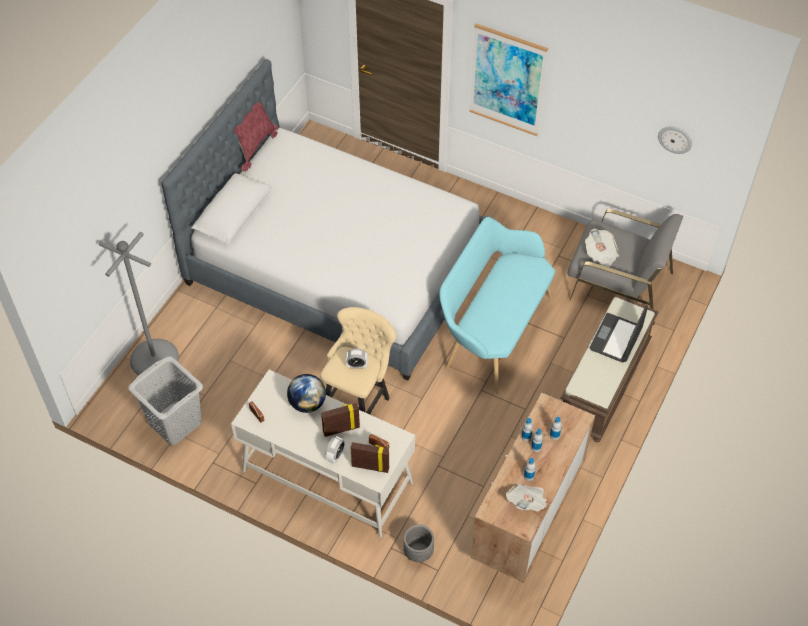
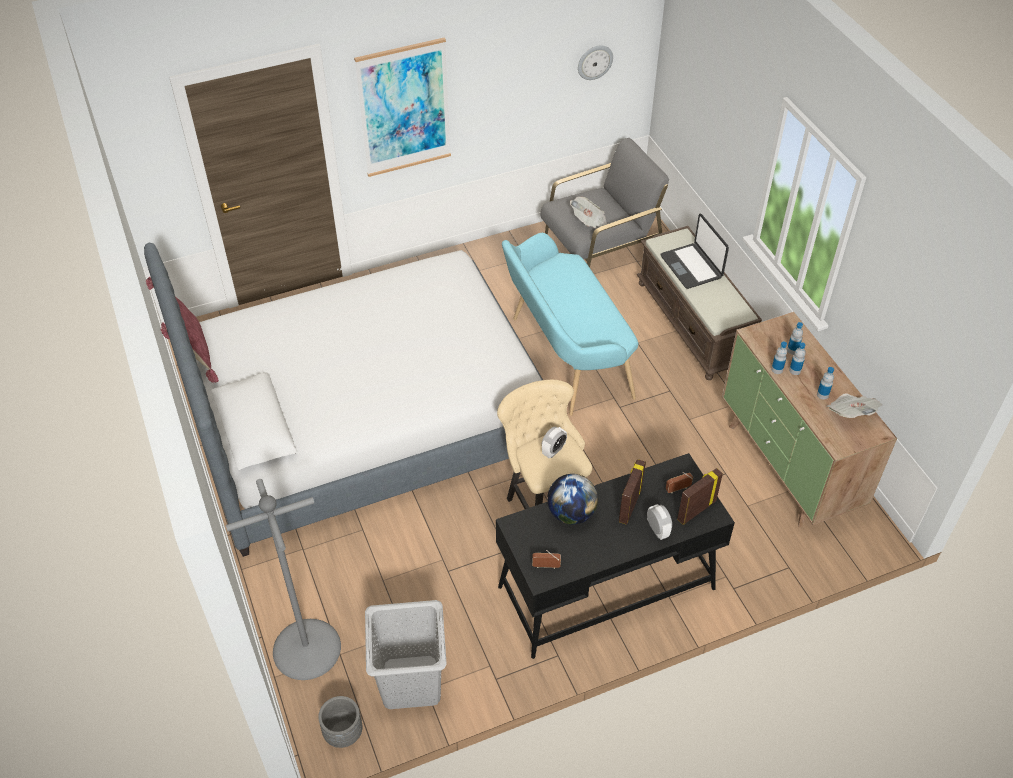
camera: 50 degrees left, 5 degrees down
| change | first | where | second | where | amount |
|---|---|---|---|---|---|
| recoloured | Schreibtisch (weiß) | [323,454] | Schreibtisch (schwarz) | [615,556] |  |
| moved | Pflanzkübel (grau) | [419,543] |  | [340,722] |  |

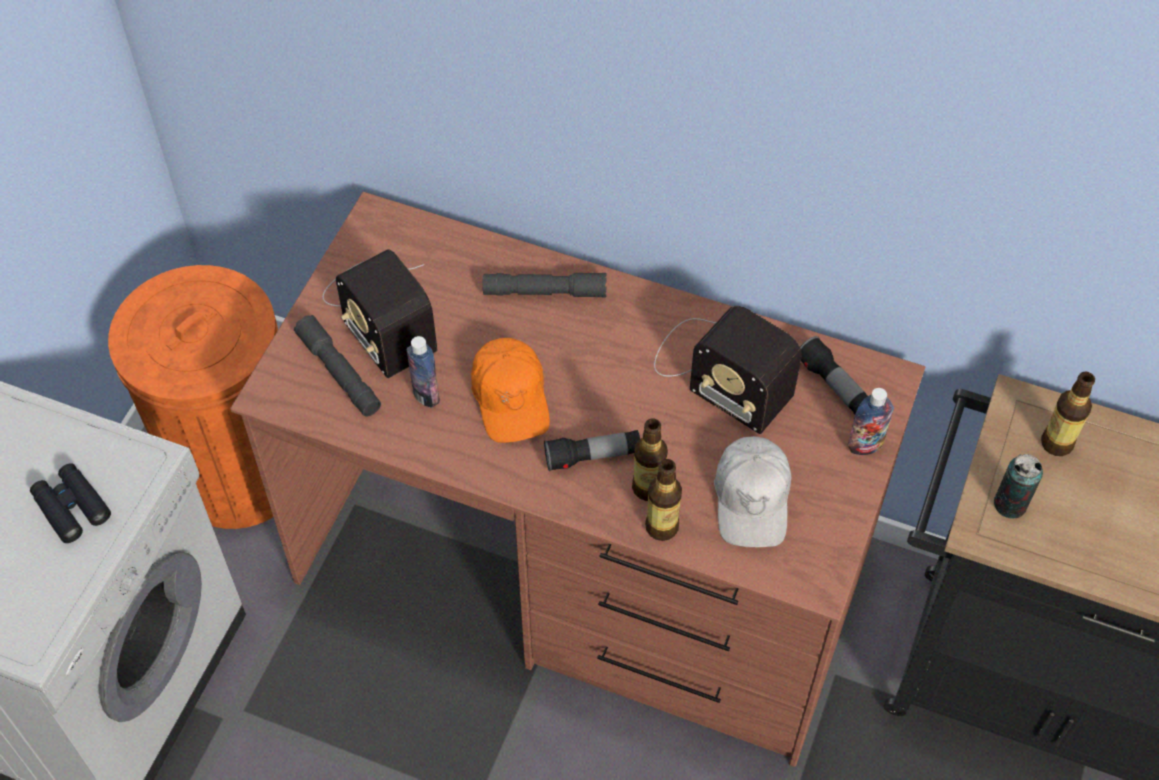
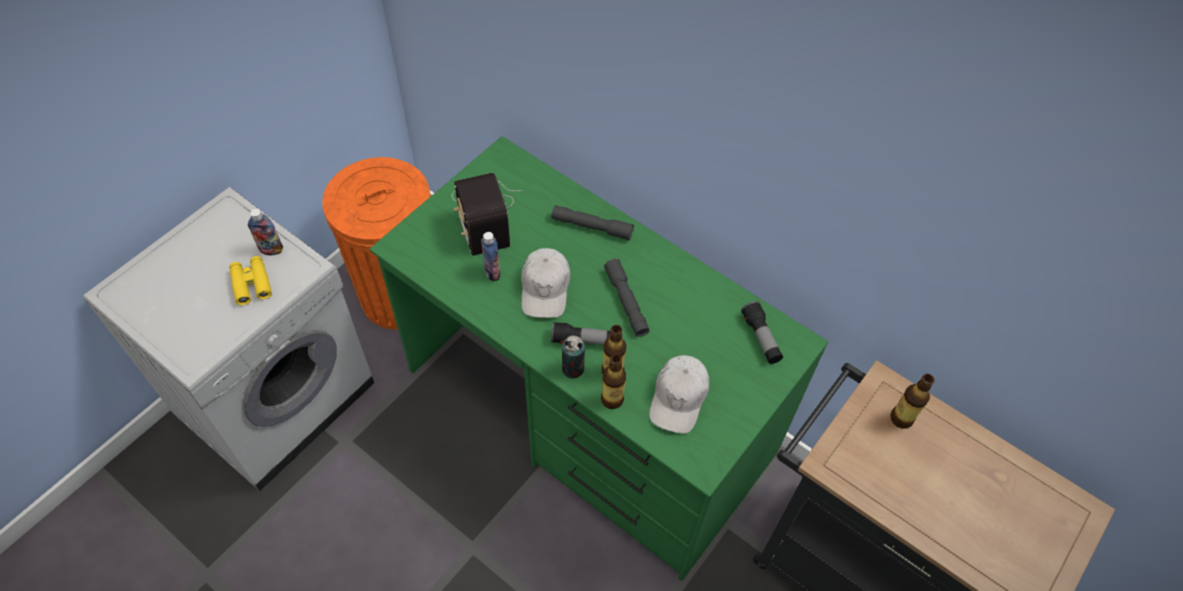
camera: 15 degrees right, 0 degrees up
| change | first | where | second | where | amount |
|---|---|---|---|---|---|
| recoloured | Schreibtisch (braun) | [577,479] | Schreibtisch (grün) | [599,358] |  |
| removed | Radio | [728,370] |  |  |  |
| moved | Taschenlampe (grau) | [337,365] |  | [626,297] |  |
| recoloured | Kappe (orange) | [510,390] | Kappe (weiß) | [545,283] |  |
| moved | Flasche | [871,421] |  | [265,232] |  |
| moved | Dose | [1018,486] |  | [573,356] |  |
| recoloured | Fernglas (schwarz) | [70,503] | Fernglas (gelb) | [250,280] |  |

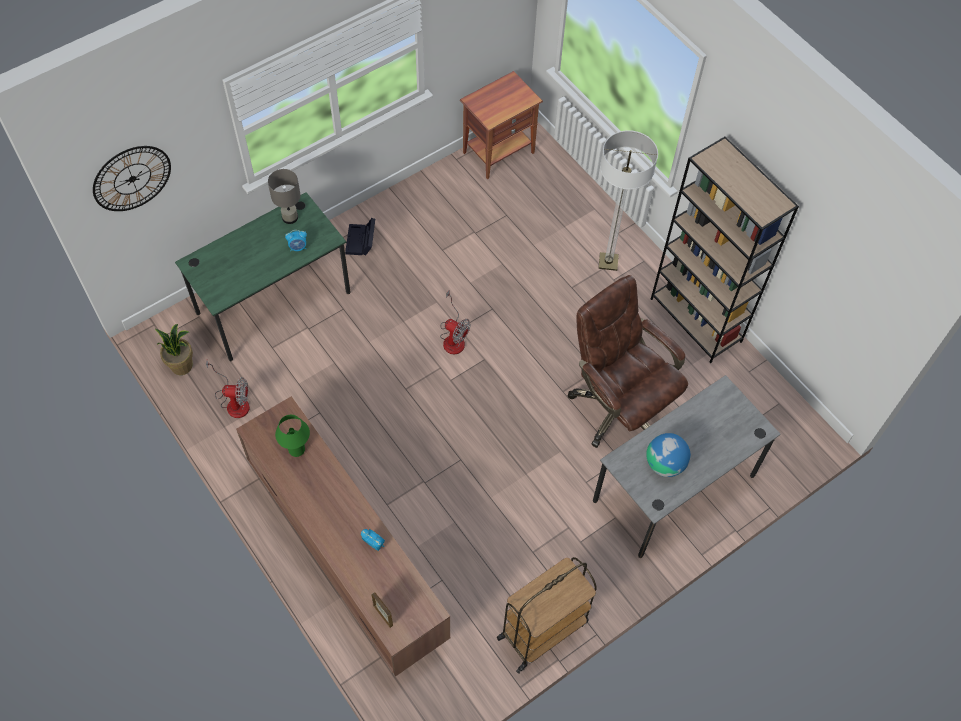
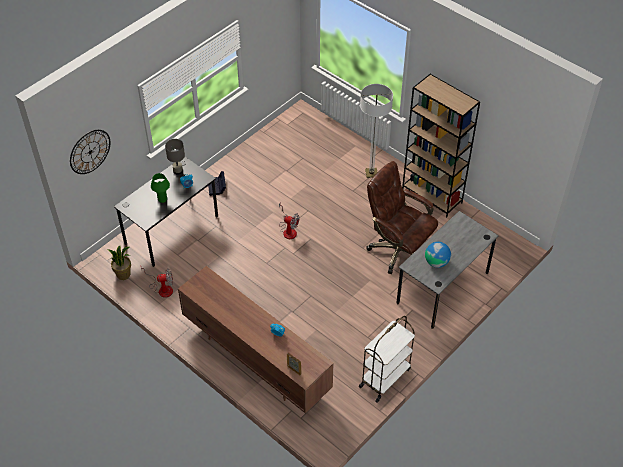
camera: 10 degrees left, 10 degrees down
| change | first | where | second | where | amount |
|---|---|---|---|---|---|
| removed | Nachttisch | [501,125] |  |  |  |
| recoloured | Schreibtisch (grün) | [263,276] | Schreibtisch (schwarz) | [166,212] |  |
| moved | Tischlampe (grün) | [292,436] |  | [160,188] |  |
| recoloured | Rollwagen (braun) | [547,615] | Rollwagen (weiß) | [387,359] |  |

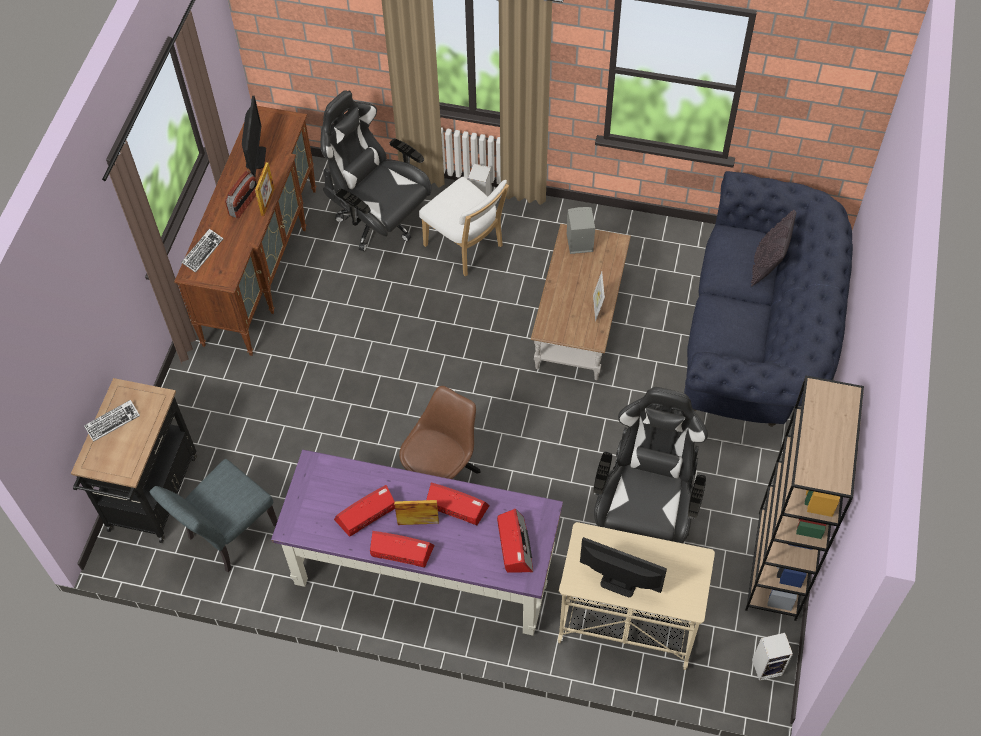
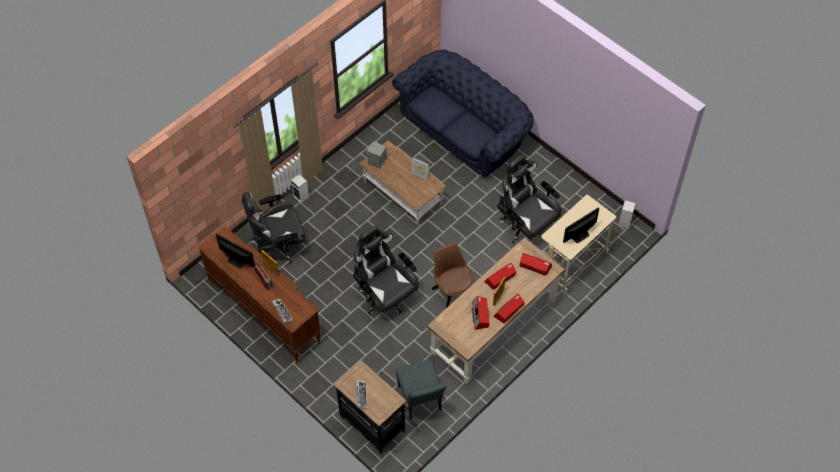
camera: 60 degrees left, 0 degrees up
| change | first | where | second | where | amount |
|---|---|---|---|---|---|
| removed | Stuhl (weiß) | [464,226] |  |  |  |
| removed | Kissen (schwarz) | [773,248] |  |  |  |
| removed | Bücherregal (beige) | [804,498] |  |  |  |
| recoloured | Schreibtisch (lila) | [417,542] | Schreibtisch (braun) | [496,310] |  |
| added |  |  | Bürostuhl (schwarz) | [386,270] |  |

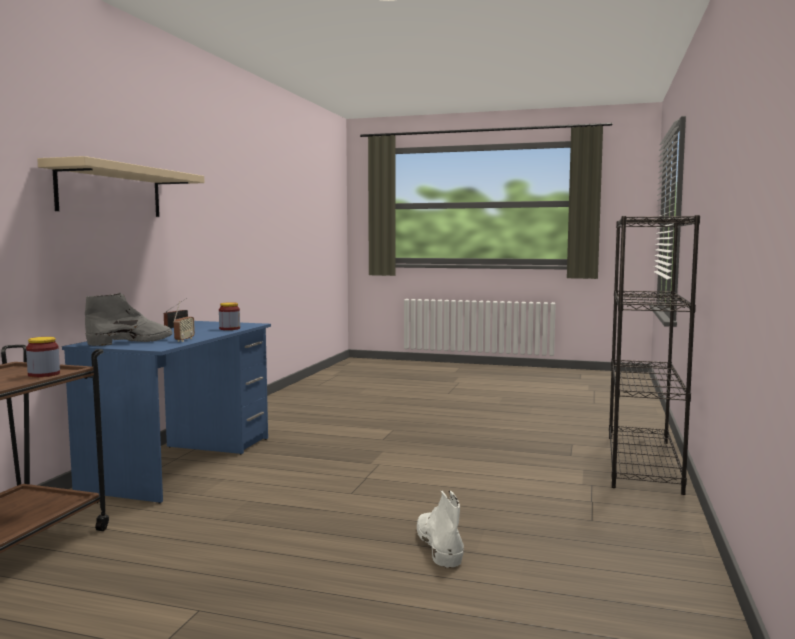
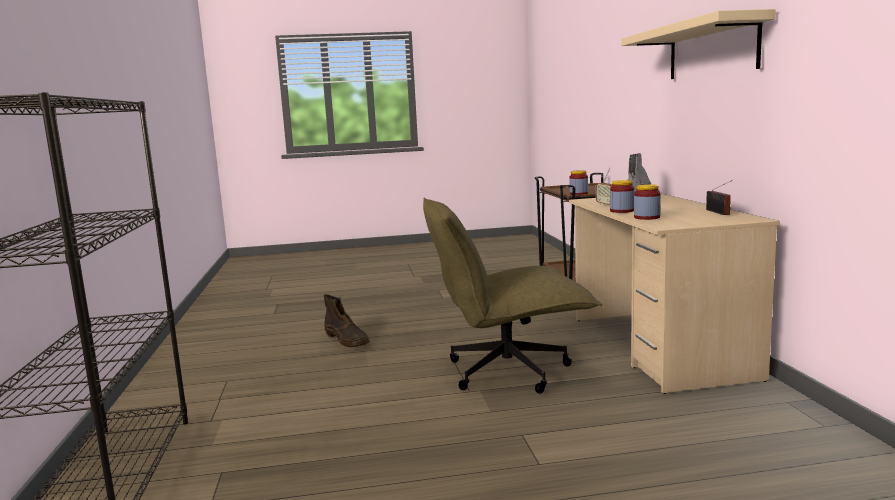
camera: 155 degrees right, 5 degrees up
| change | first | where | second | where | amount |
|---|---|---|---|---|---|
| recoloured | Schreibtisch (blau) | [166,412] | Schreibtisch (beige) | [674,294] |  |
| recoloured | Stiefel (weiß) | [440,529] | Stiefel (braun) | [347,320] |  |
| added |  |  | Vorratsglas | [622,196] |  |
| added |  |  | Bürostuhl (beige) | [512,296] |  |

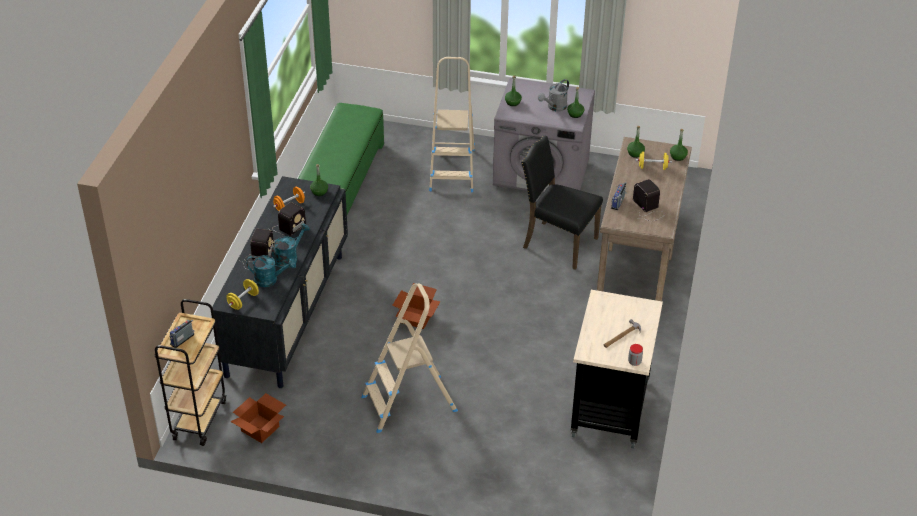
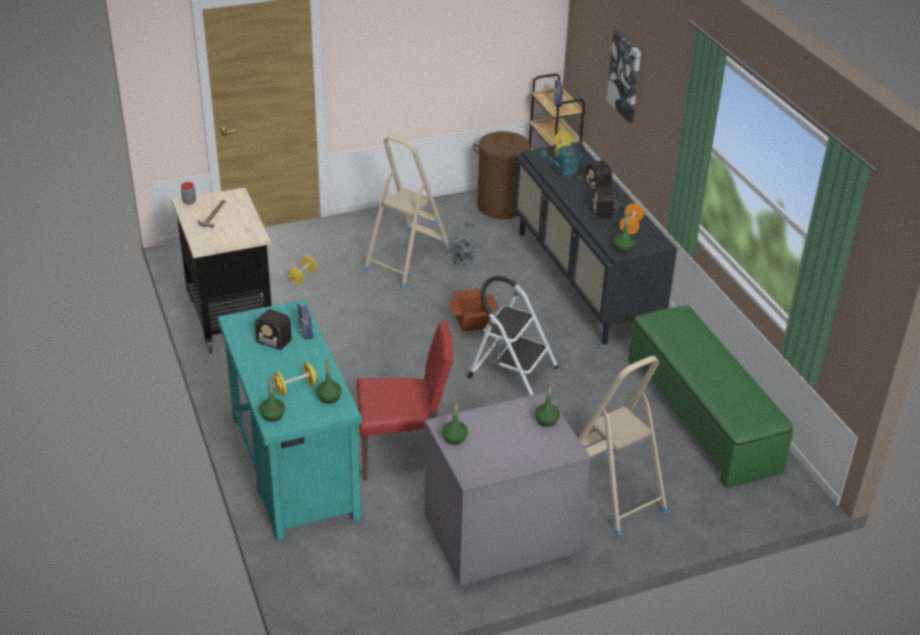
camera: 145 degrees right, 5 degrees down
| change | first | where | second | where | amount |
|---|---|---|---|---|---|
| moved | Gießkanne (grau) | [553,95] |  | [463,243] |  |
| recoloured | Stuhl (schwarz) | [562,203] | Stuhl (rot) | [405,400] |  |
| recoloured | Schreibtisch (braun) | [644,219] | Schreibtisch (türkis) | [290,420] |  |
| removed | Gießkanne (türkis) | [291,245] |  |  |  |
| replaced | Karton | [258,418] | Wäschekorb (braun) | [504,175] |  |
| added |  |  | Bild | [623,77] |  |
| added |  |  | Hantel (gelb) | [302,270] |  |
| added |  |  | Trittleiter | [513,336] |  |

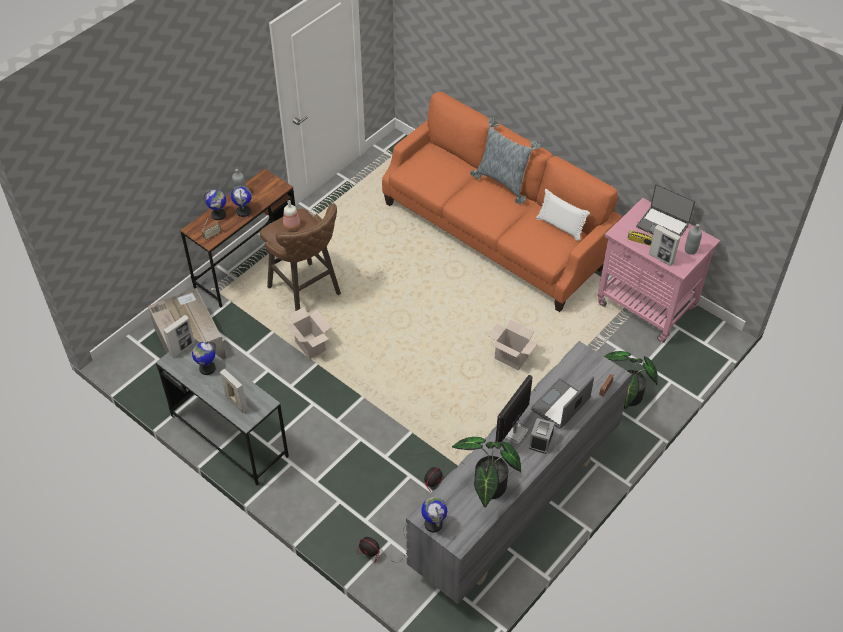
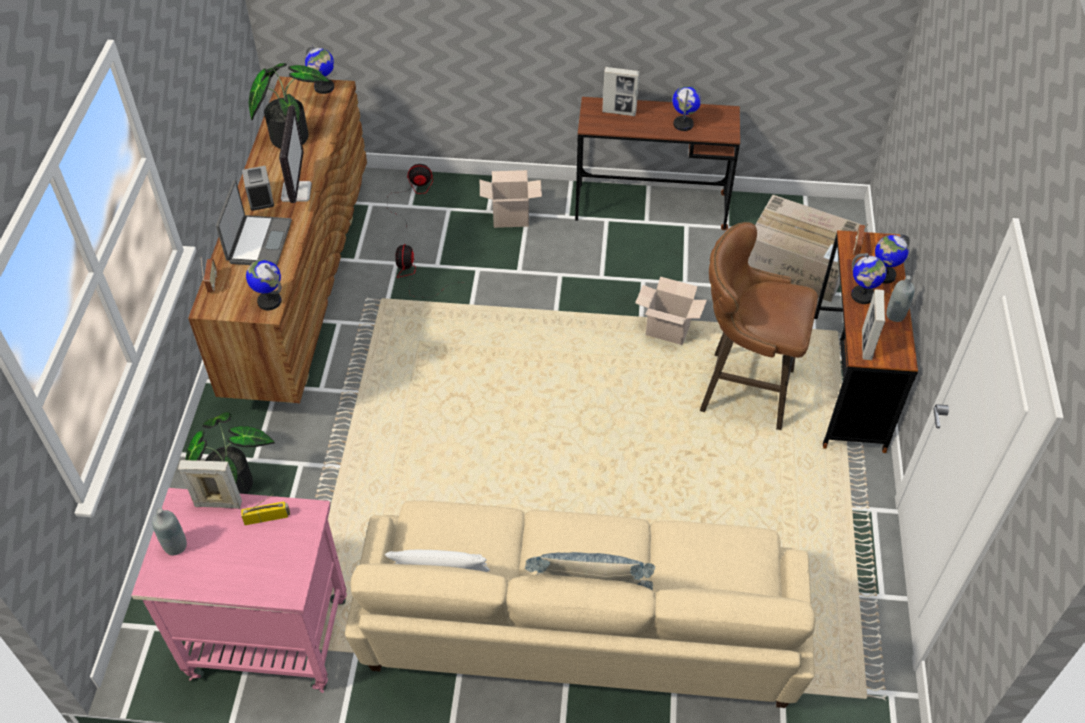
camera: 145 degrees right, 0 degrees up
| change | first | where | second | where | amount |
|---|---|---|---|---|---|
| recoloured | Sofa (orange) | [502,202] | Sofa (beige) | [580,604] |  |
| removed | Laptop | [665,210] |  |  |  |
| removed | Flasche | [291,215] |  |  |  |
| moved | Bilderrahmen | [179,336] |  | [873,324] |  |
| moved | Karton | [513,345] |  | [511,199] |  |
| recoloured | Schreibtisch (grau) | [222,411] | Schreibtisch (braun) | [657,163] |  |
| recoloured | Schrank (grau) | [519,472] | Schrank (braun) | [277,240] |  |
| added |  |  | Globus | [263,285] |  |

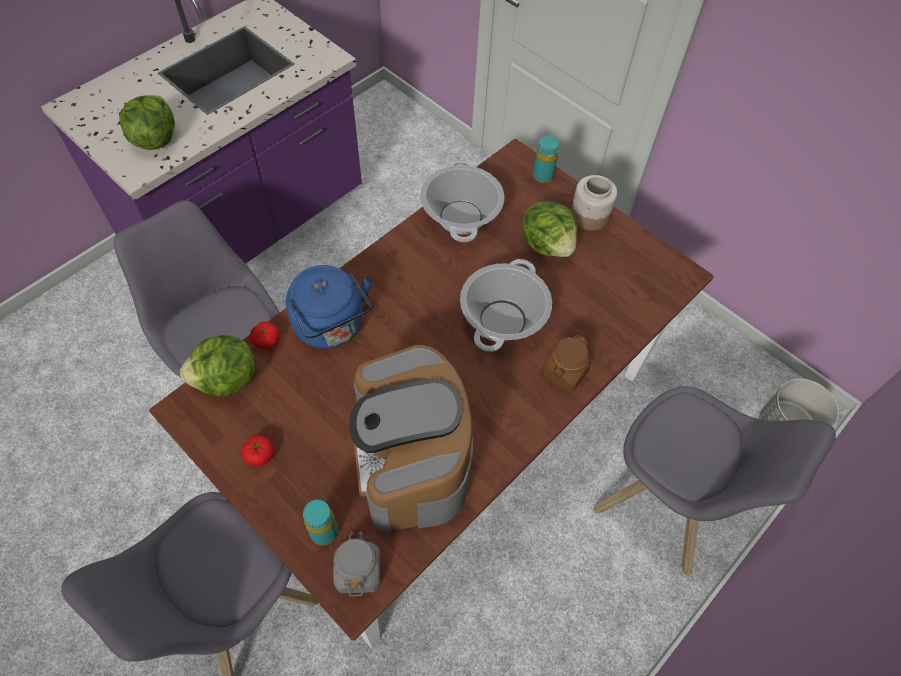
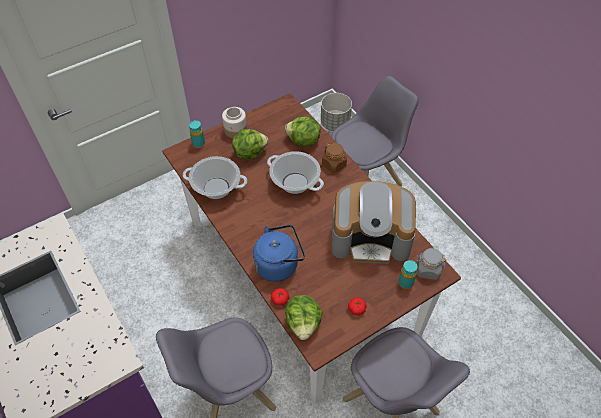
camera: 75 degrees left, 5 degrees down
| change | first | where | second | where | amount |
|---|---|---|---|---|---|
| moved | Salatkopf | [147,122] |  | [303,131] |  |

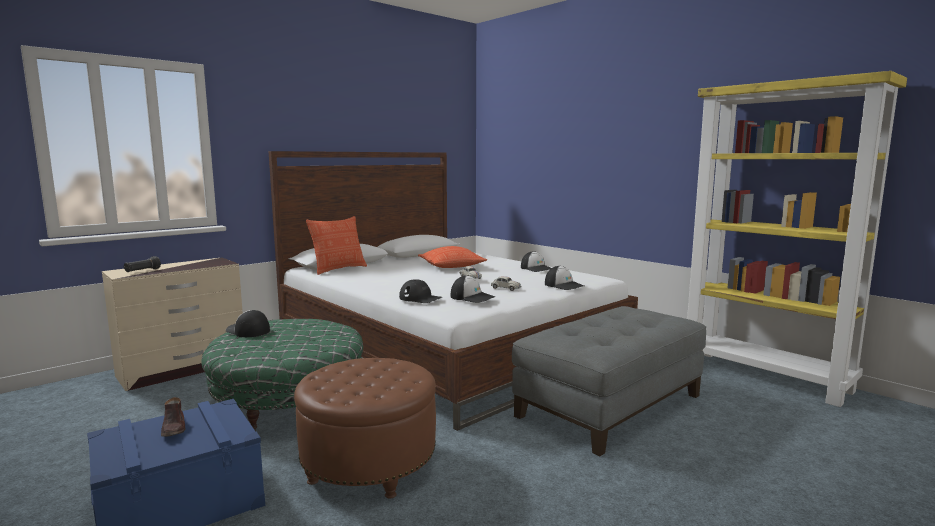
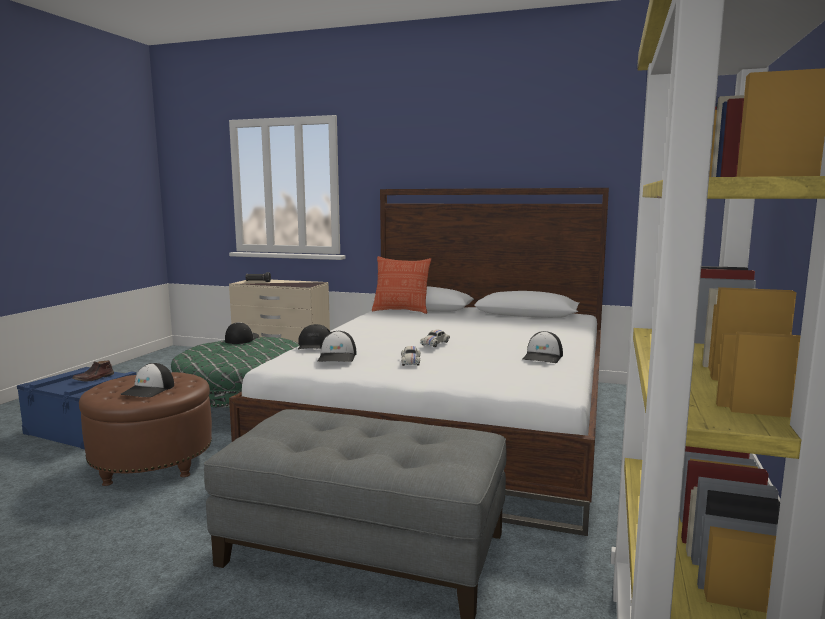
camera: 60 degrees right, 0 degrees up
| change | first | where | second | where | amount |
|---|---|---|---|---|---|
| removed | Kissen (orange) | [452,257] |  |  |  |
| moved | Kappe | [564,278] |  | [147,380] |  |

